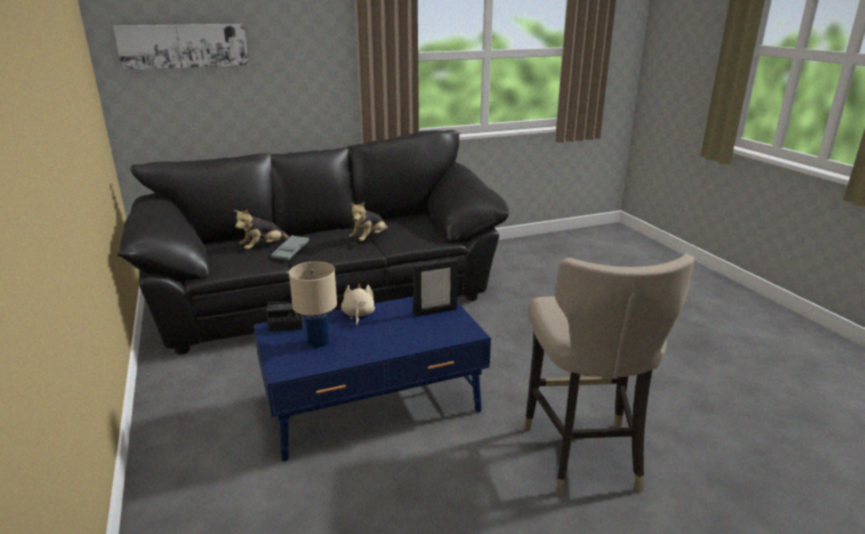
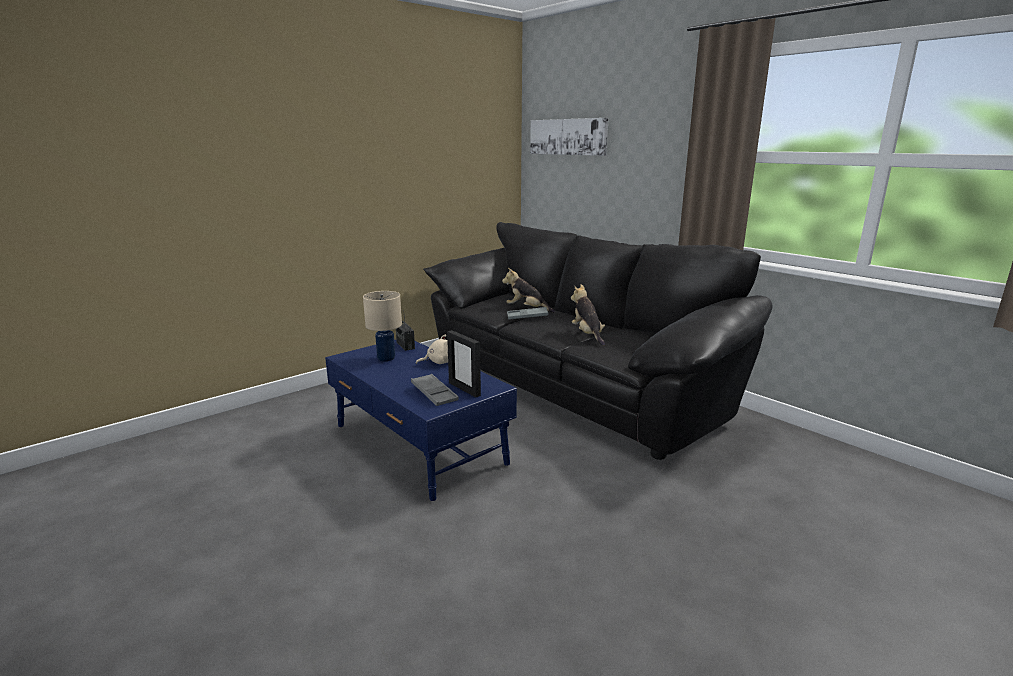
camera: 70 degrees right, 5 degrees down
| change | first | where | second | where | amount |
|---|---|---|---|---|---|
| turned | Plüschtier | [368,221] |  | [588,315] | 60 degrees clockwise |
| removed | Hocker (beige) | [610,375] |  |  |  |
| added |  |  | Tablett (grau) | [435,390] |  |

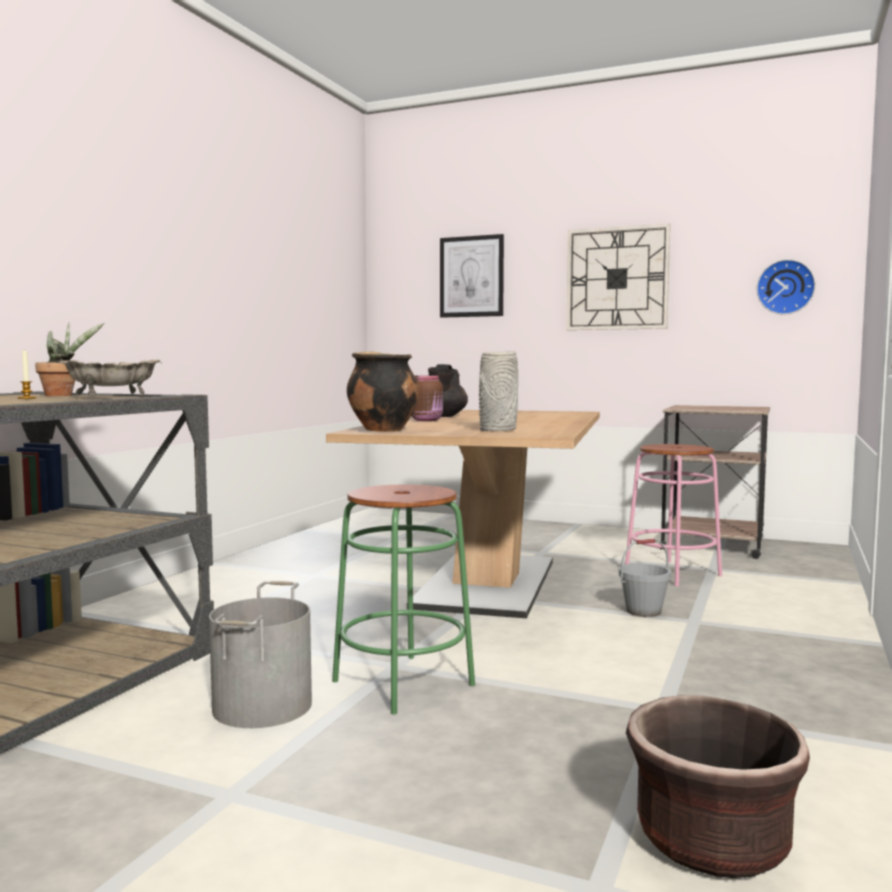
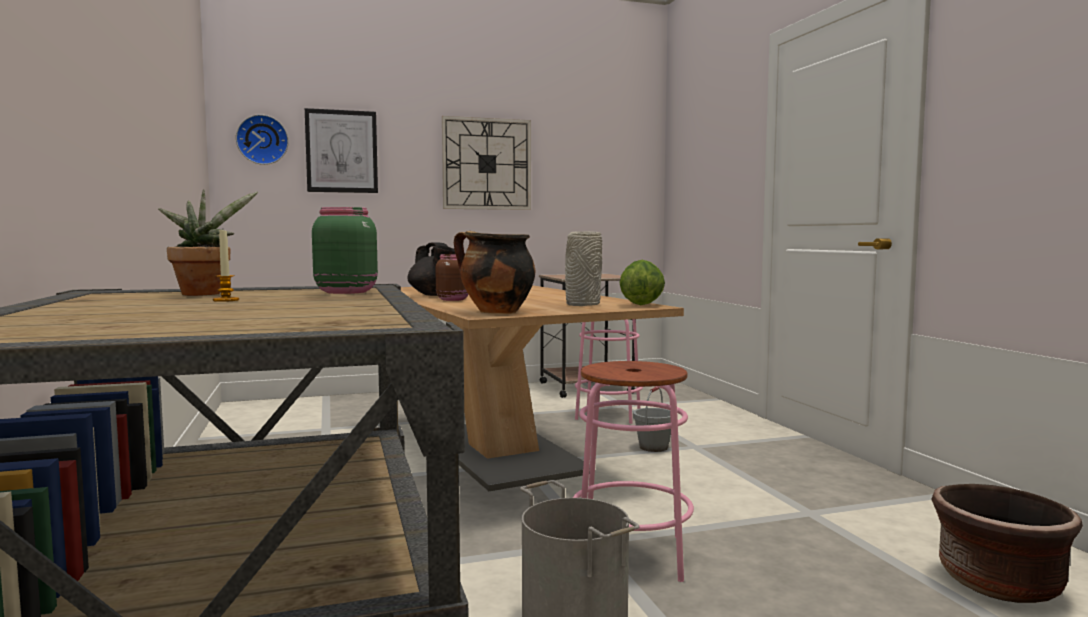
camera: 40 degrees left, 0 degrees up
| change | first | where | second | where | amount |
|---|---|---|---|---|---|
| moved | Wanduhr | [786,287] |  | [262,139] |  |
| replaced | Schüssel (beige) | [109,378] | Vorratsglas (grün) | [345,250] |  |
| recoloured | Hocker (grün) | [403,600] | Hocker (rosa) | [633,471] |  |
| added |  |  | Salatkopf | [642,282] |  |

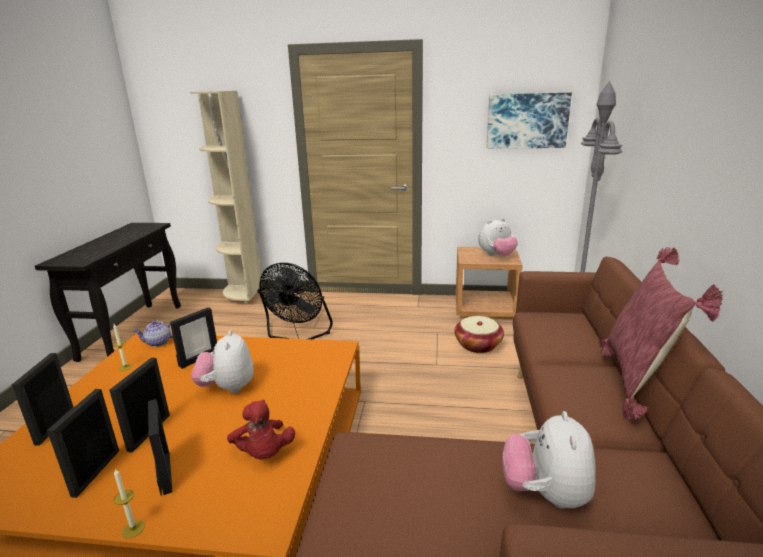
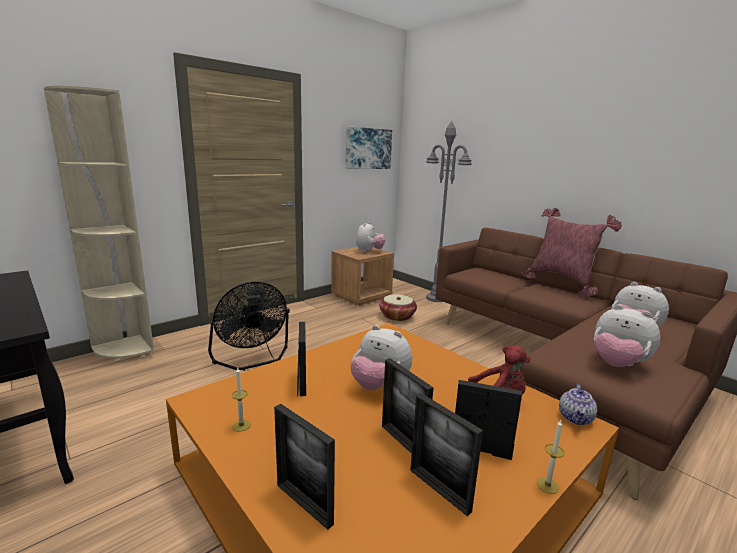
camera: 50 degrees left, 5 degrees down
| change | first | where | second | where | amount |
|---|---|---|---|---|---|
| moved | Teekanne | [153,334] |  | [578,404] |  |
| added |  |  | Plüschtier | [627,335] |  |

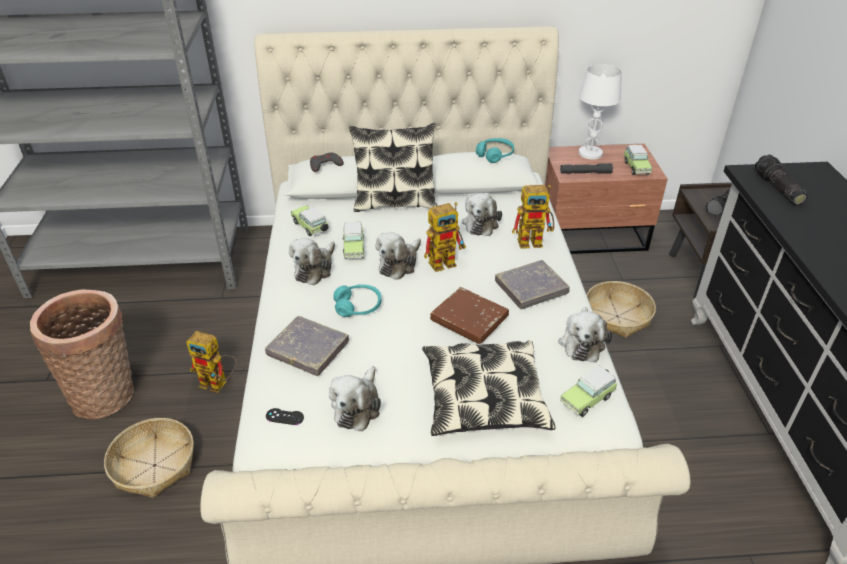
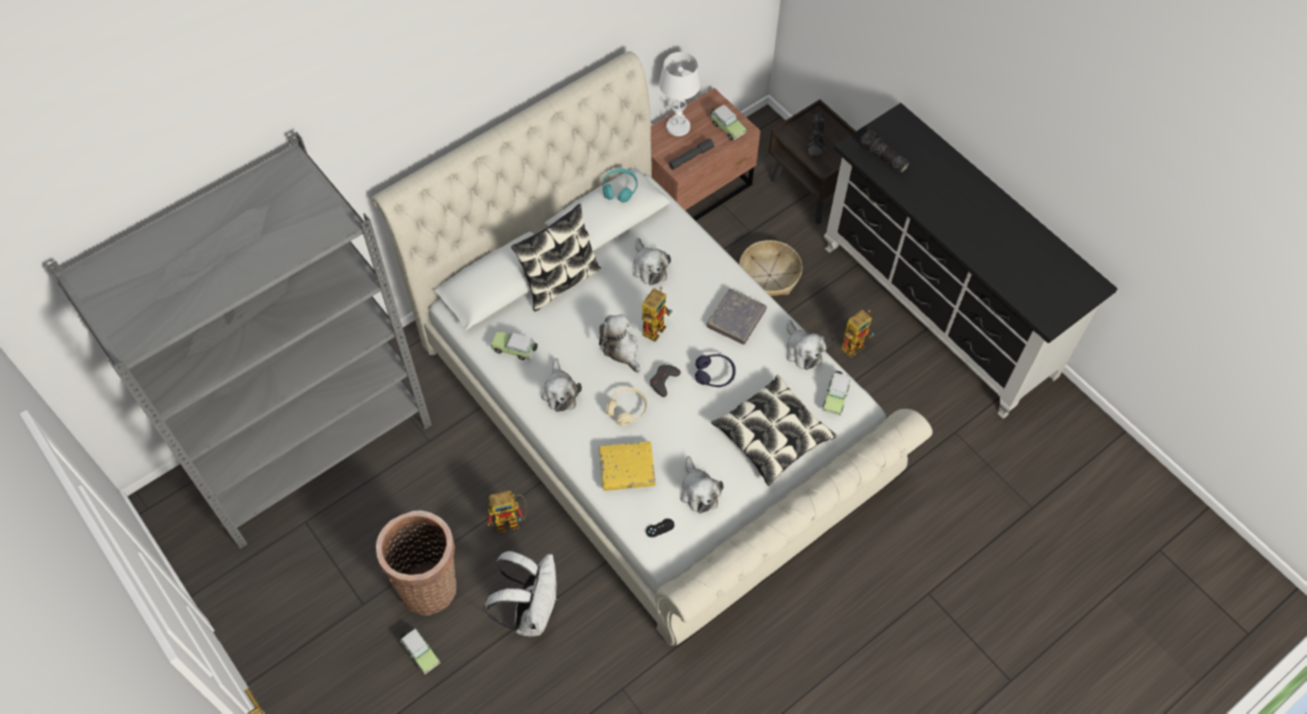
camera: 35 degrees left, 20 degrees up
| change | first | where | second | where | amount |
|---|---|---|---|---|---|
| moved | Gamepad (grau) | [327,162] |  | [665,381] |  |
| moved | Spielzeugroboter | [533,217] |  | [857,334] |  |
| moved | Spielzeugauto | [353,240] |  | [420,651] |  |
| turned | Plüschtier | [398,256] |  | [619,343] | 150 degrees clockwise |
| recoloured | Kopfhörer (türkis) | [357,300] | Kopfhörer (beige) | [626,406] |  |
| replaced | Buch (braun) | [469,315] | Kopfhörer (lila) | [715,370] |  |
| recoloured | Buch (grau) | [307,346] | Buch (gelb) | [627,466] |  |
| replaced | Korb | [149,458] | Rucksack (weiß) | [520,593] |  |

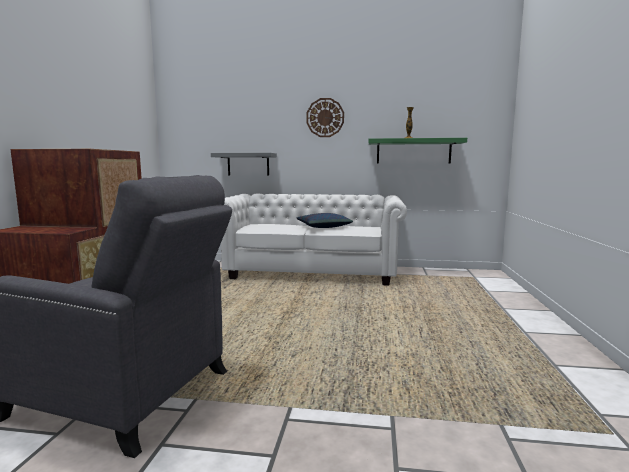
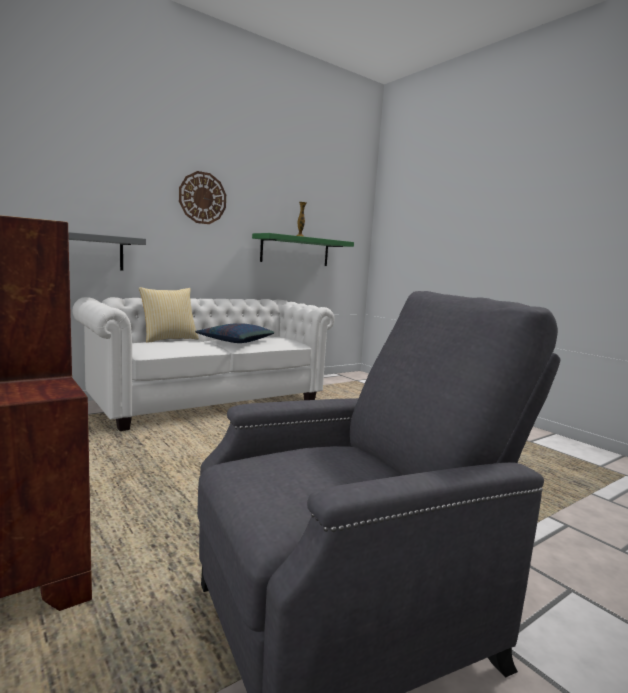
camera: 45 degrees left, 0 degrees up
| change | first | where | second | where | amount |
|---|---|---|---|---|---|
| added |  |  | Kissen | [169,315] |  |

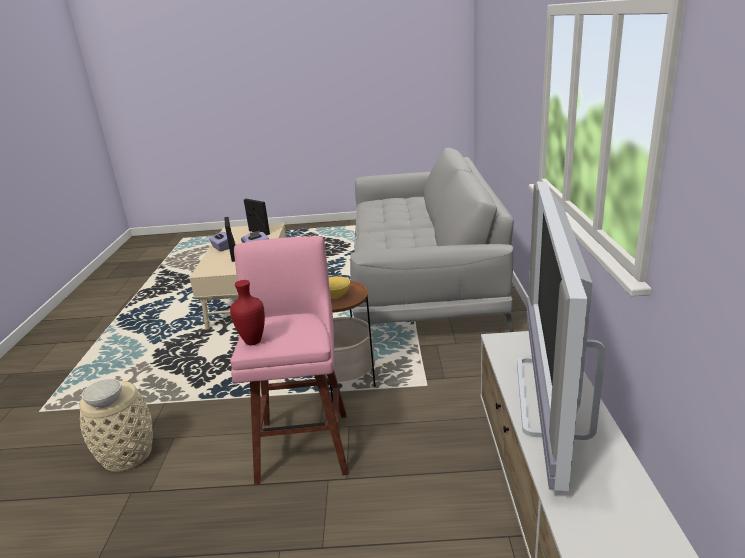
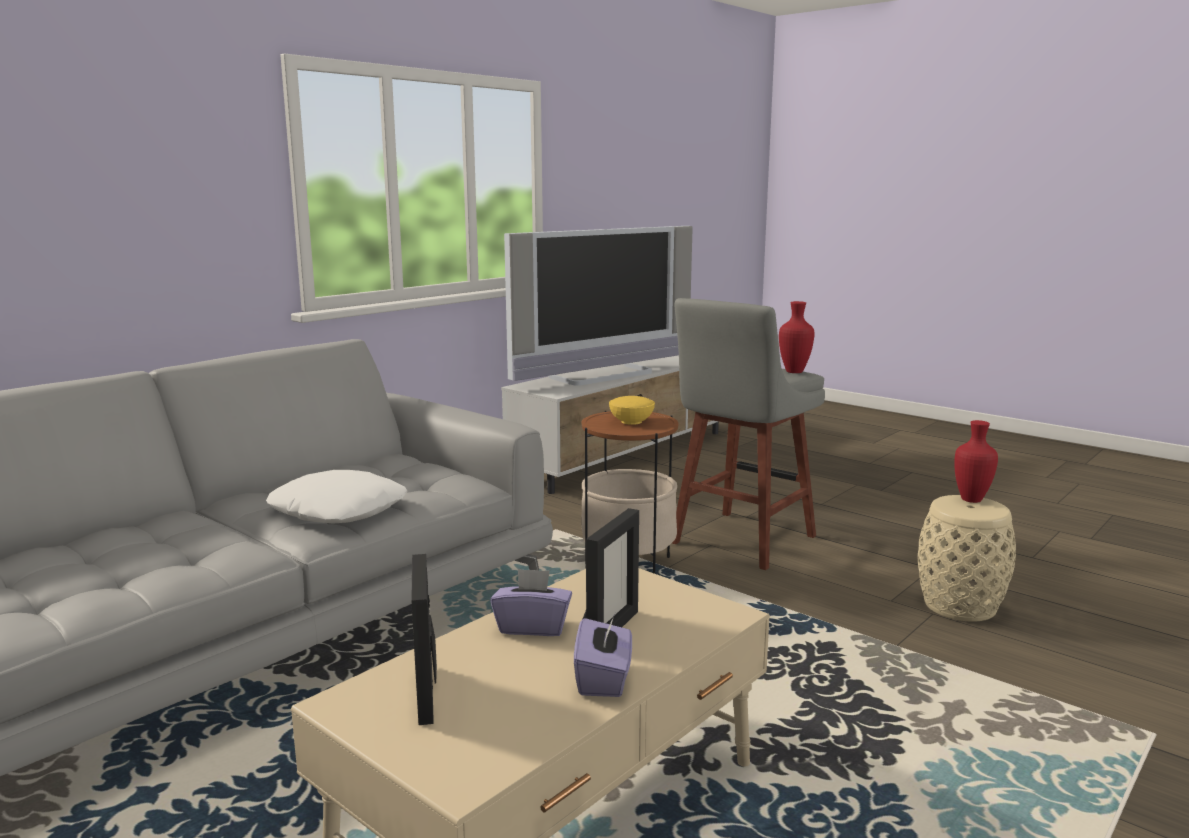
camera: 140 degrees left, 10 degrees down
| change | first | where | second | where | amount |
|---|---|---|---|---|---|
| recoloured | Hocker (rosa) | [289,360] | Hocker (grau) | [748,434] |  |
| replaced | Schüssel (weiß) | [102,393] | Vase (rot) | [976,461] |  |
| added |  |  | Kissen (weiß) | [336,496] |  |

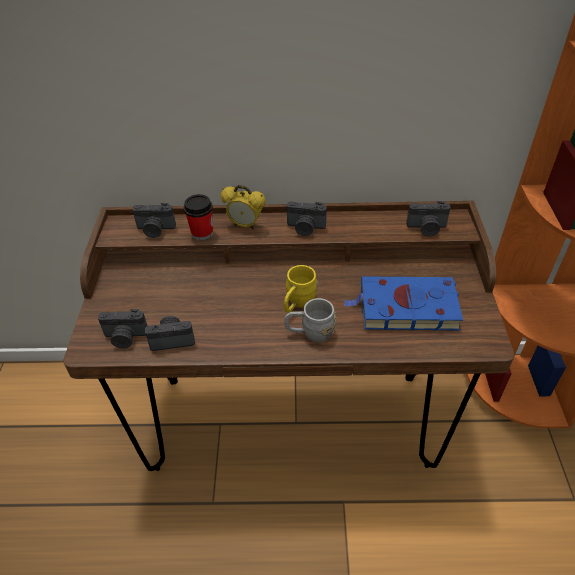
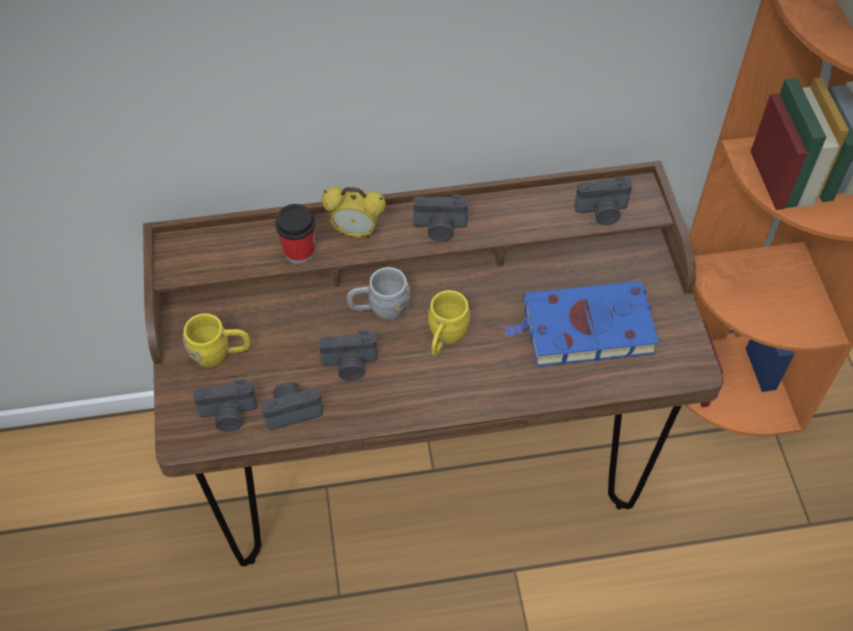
camera: 10 degrees left, 10 degrees up
| change | first | where | second | where | amount |
|---|---|---|---|---|---|
| moved | Kamera | [154,220] |  | [348,355] |  |
| moved | Henkelbecher (grau) | [310,320] |  | [379,293] |  |
| added |  |  | Henkelbecher (gelb) | [216,340] |  |

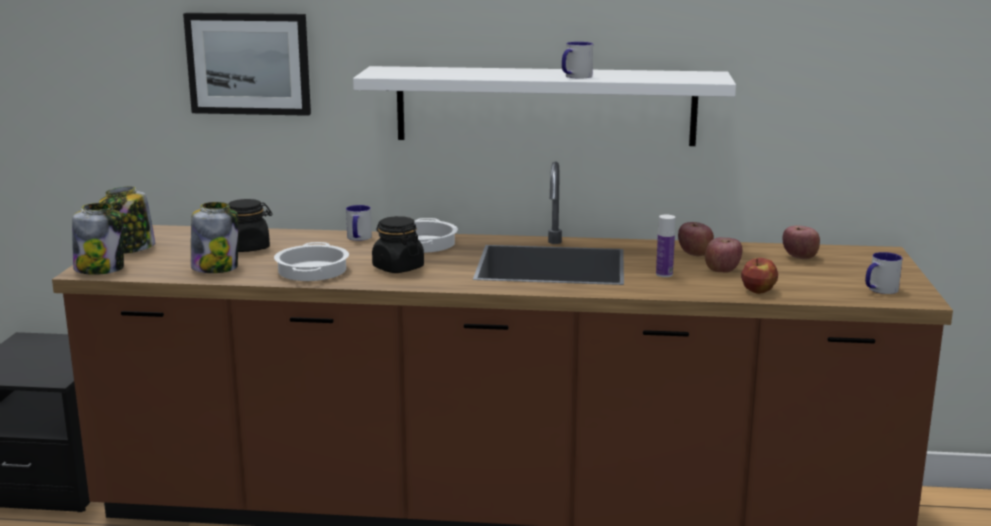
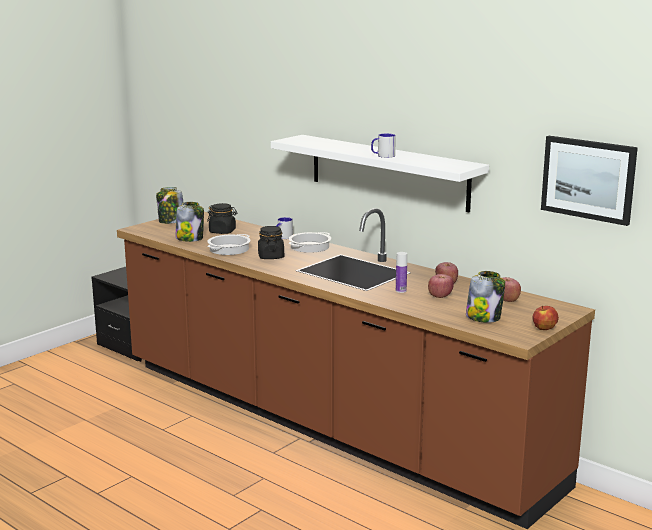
camera: 35 degrees right, 0 degrees up
| change | first | where | second | where | amount |
|---|---|---|---|---|---|
| moved | Bild | [247,64] |  | [589,181] |  |
| moved | Vorratsglas | [98,239] |  | [485,297] |  |
| removed | Henkelbecher | [883,273] |  |  |  |
| moved | Apfel | [759,276] |  | [545,318] |  |

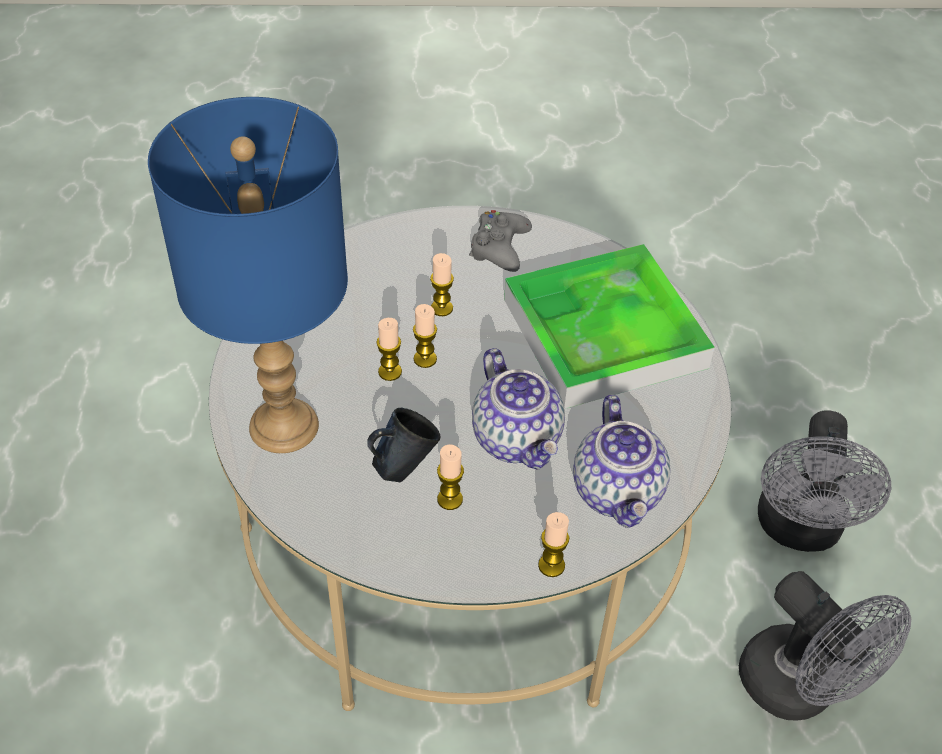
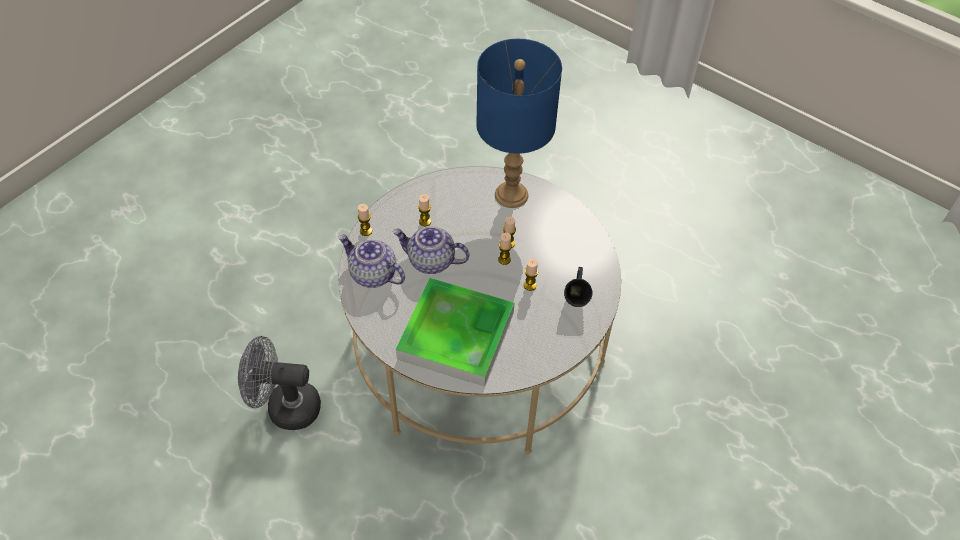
camera: 130 degrees right, 5 degrees up
| change | first | where | second | where | amount |
|---|---|---|---|---|---|
| removed | Gamepad (grau) | [500,241] |  |  |  |
| moved | Henkelbecher (blau) | [404,445] |  | [578,287] |  |
| removed | Ventilator (grau) | [824,481] |  |  |  |

